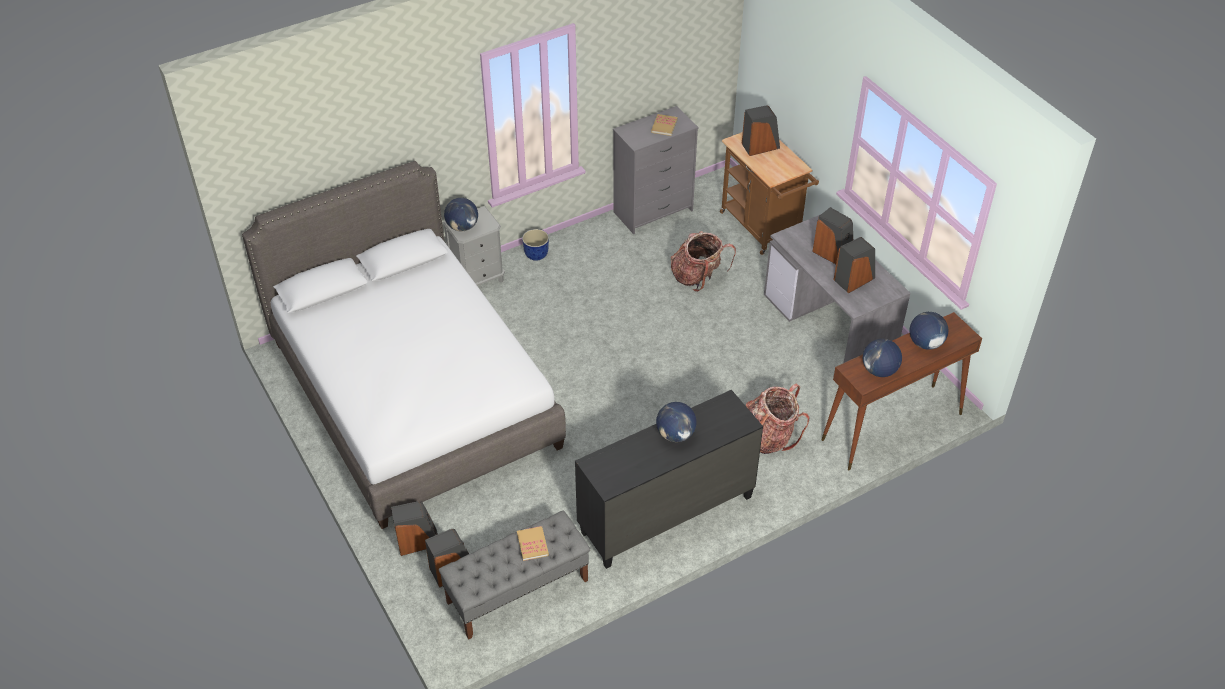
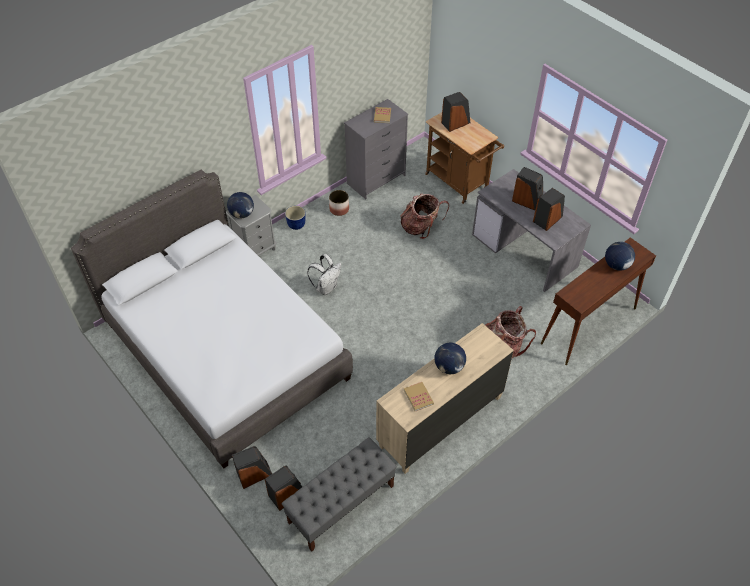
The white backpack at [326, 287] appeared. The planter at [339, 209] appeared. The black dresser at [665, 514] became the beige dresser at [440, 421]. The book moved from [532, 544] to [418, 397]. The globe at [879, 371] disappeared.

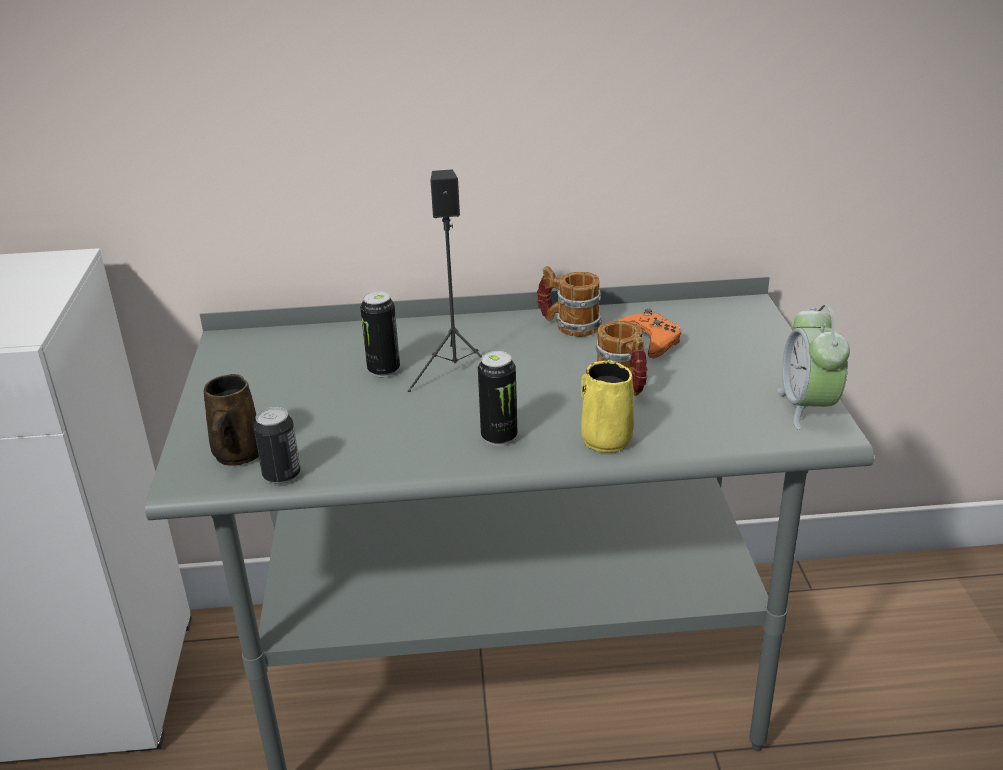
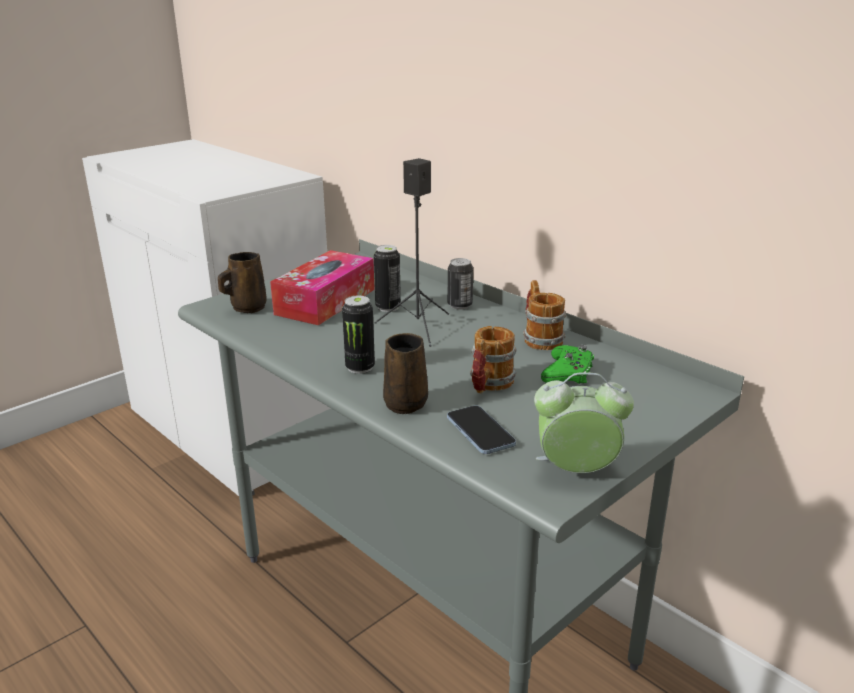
The tissue box at [325, 301] appeared. The yellow mug at [604, 439] became the brown mug at [407, 403]. The phone at [480, 432] appeared. The can moved from [282, 475] to [459, 305]. The alarm clock at [807, 408] turned 45 degrees clockwise. The orange game controller at [649, 341] became the green game controller at [568, 373].

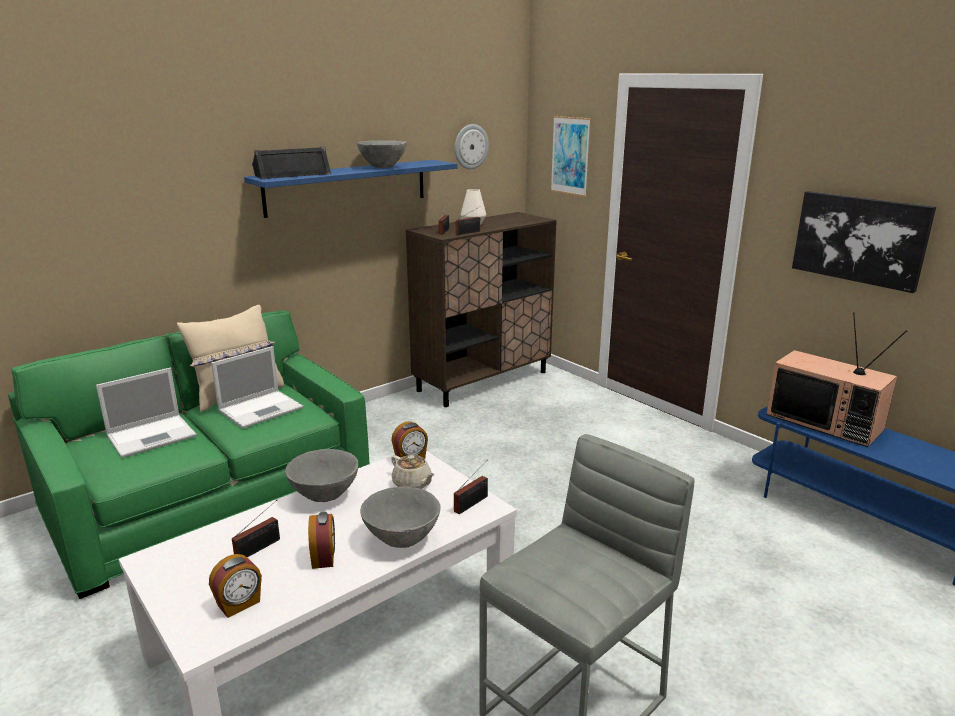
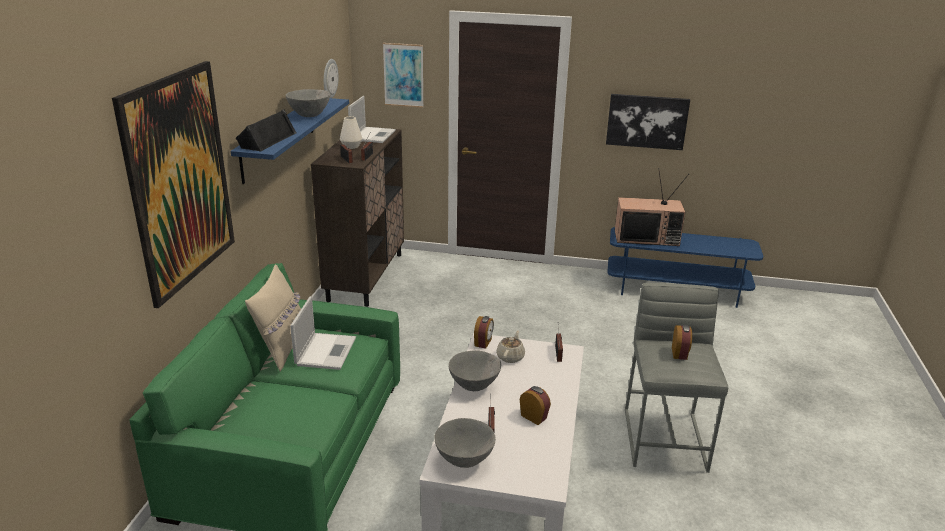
The picture at [180, 180] appeared. The laptop moved from [153, 435] to [373, 135]. The grey bowl moved from [402, 540] to [464, 460]. The beige teapot at [412, 484] turned 75 degrees counterclockwise. The alarm clock moved from [239, 604] to [679, 353].

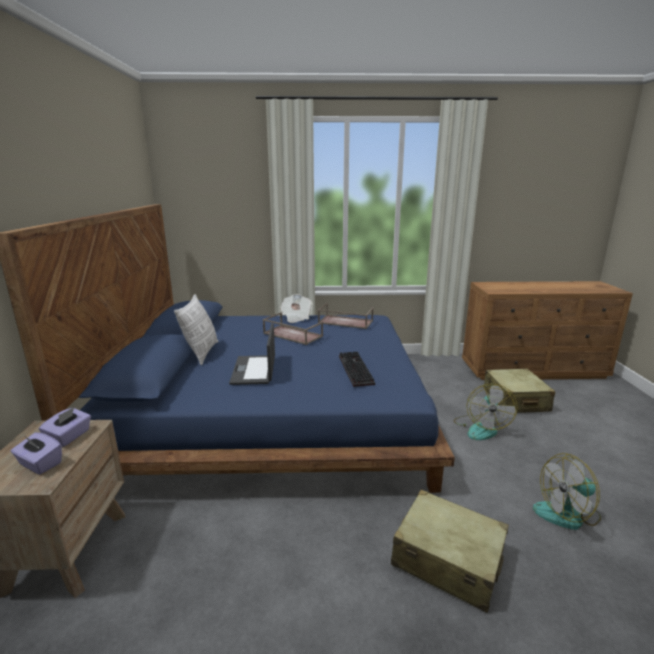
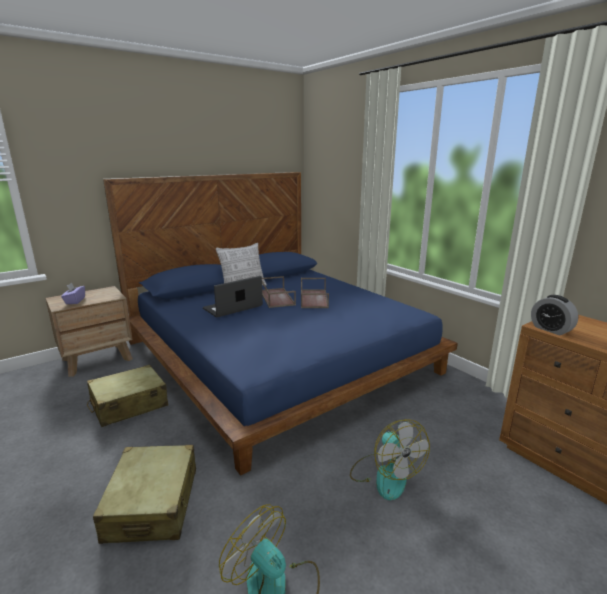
The beige suitcase moved from [515, 400] to [129, 405]. The brown tray moved from [344, 322] to [276, 297]. The fan at [481, 428] turned 90 degrees counterclockwise. The alarm clock at [550, 329] appeared. The purple tissue box at [69, 437] disappeared. The newspaper at [296, 317] disappeared. The keyboard at [354, 369] disappeared.

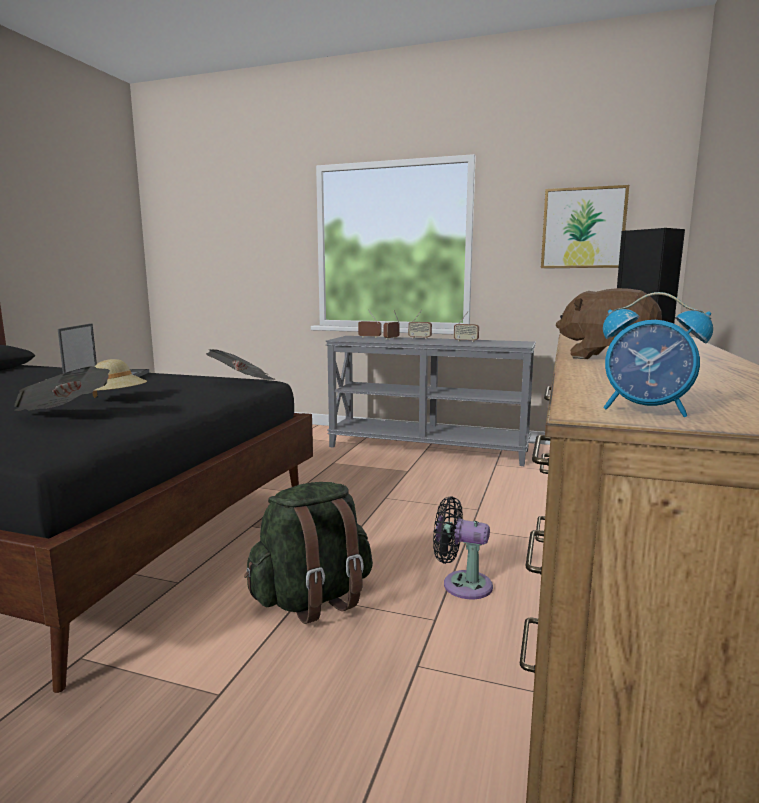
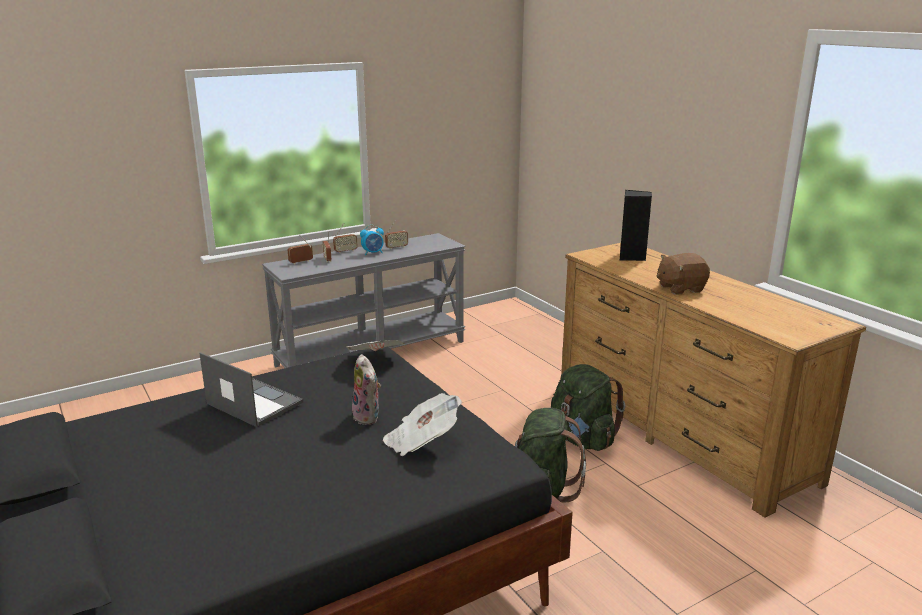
The beige hat at [117, 399] was replaced by the plush toy at [368, 417]. The alarm clock moved from [646, 410] to [373, 253]. The black fan at [462, 584] was replaced by the green backpack at [582, 439]. The picture at [583, 228] disappeared.

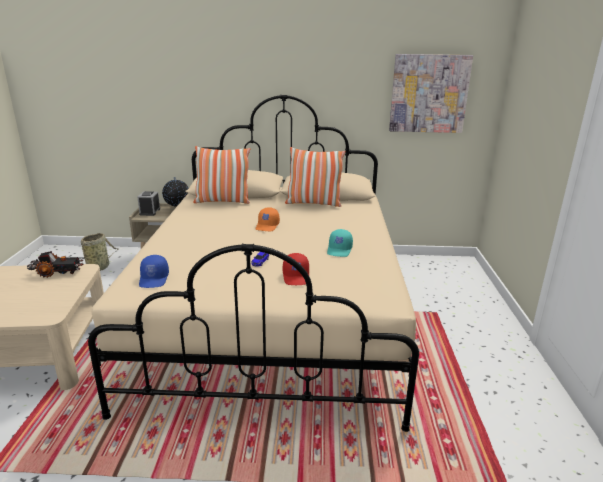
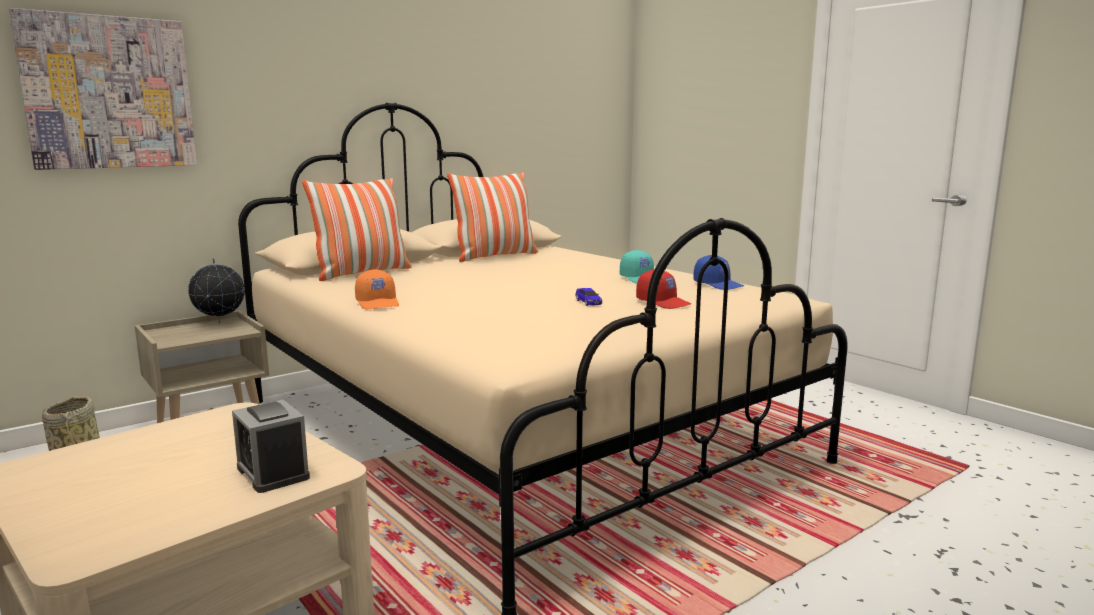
The picture moved from [429, 94] to [109, 93]. The alarm clock moved from [150, 212] to [273, 473]. The orange cap moved from [267, 226] to [378, 303]. The blue cap moved from [154, 279] to [718, 285]. The toy truck at [58, 272] disappeared.

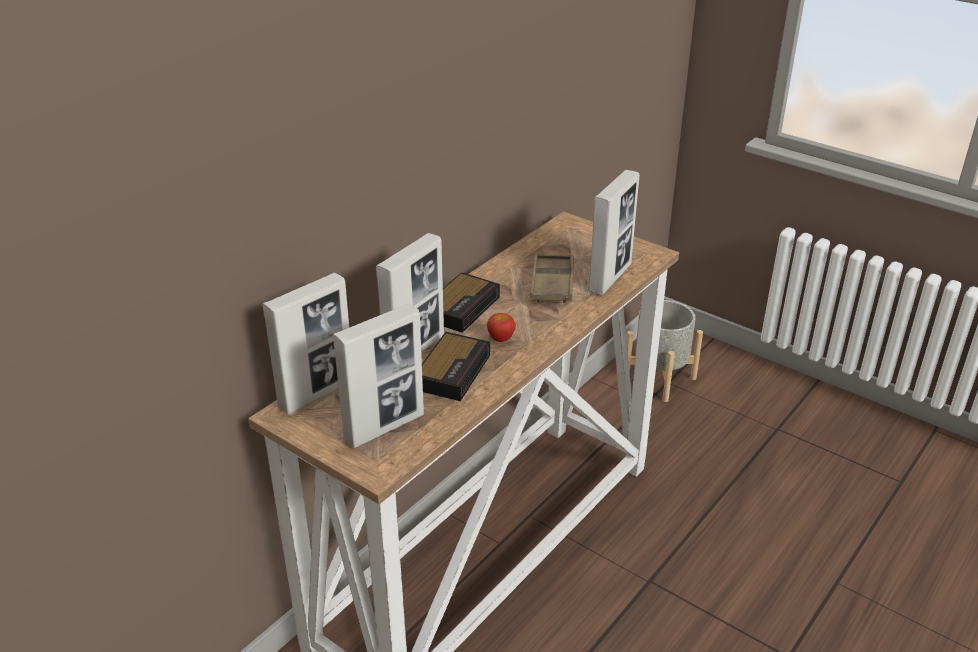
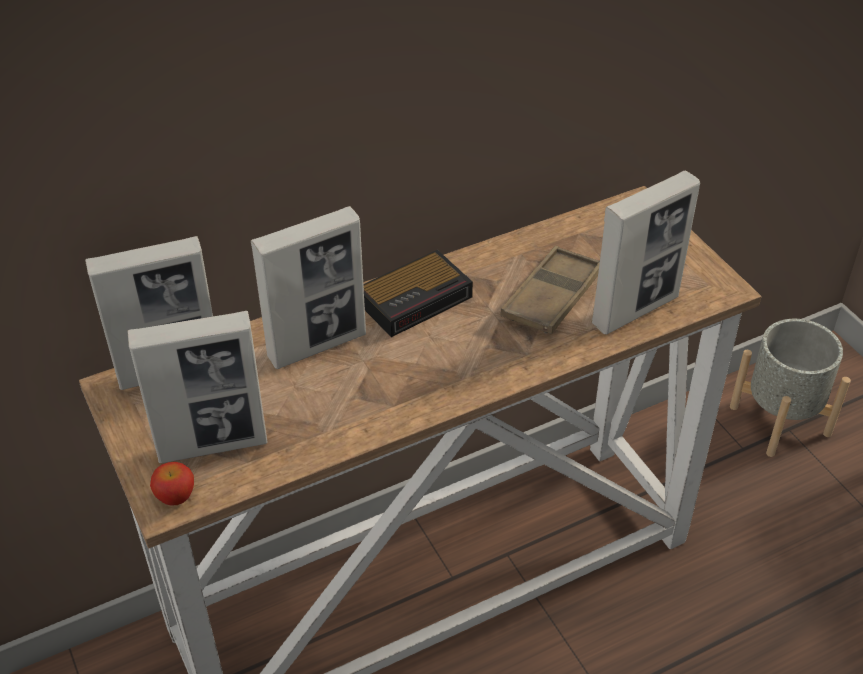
The apple moved from [501, 338] to [176, 497]. The alarm clock at [453, 371] disappeared.

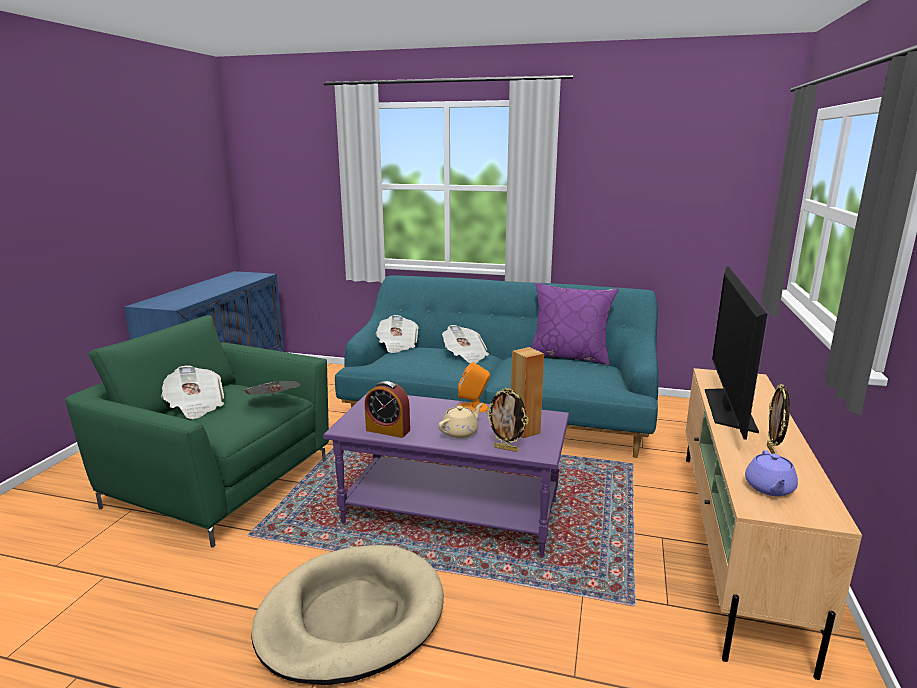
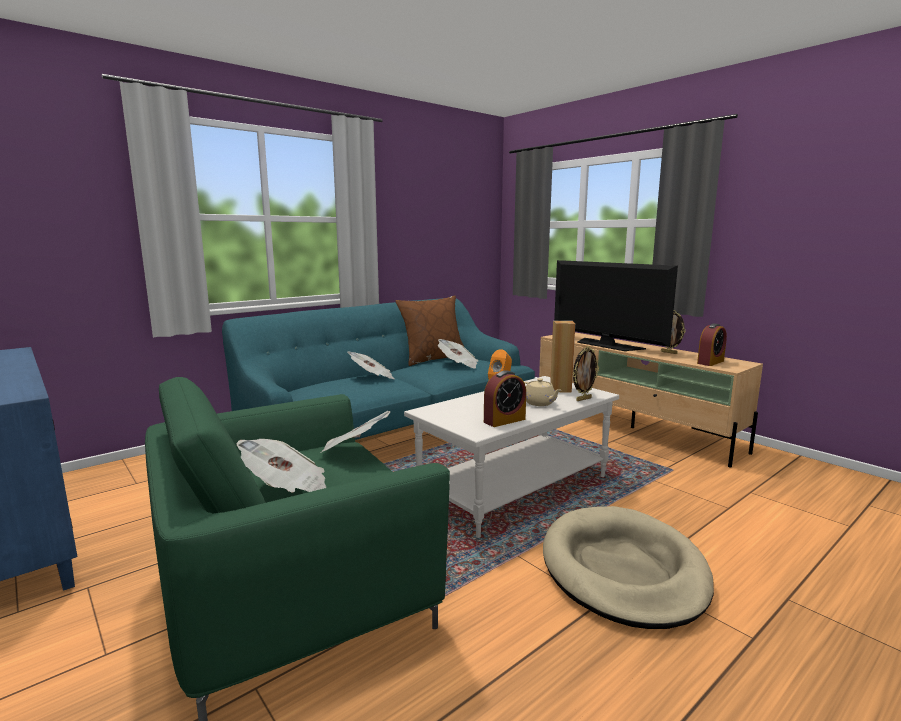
The purple pillow at [569, 356] became the brown pillow at [433, 359]. The purple coffee table at [452, 511] became the white coffee table at [514, 488]. The newspaper moved from [397, 345] to [458, 365]. The beige teapot at [460, 432] turned 150 degrees clockwise. The purple teapot at [769, 488] was replaced by the alarm clock at [710, 362].

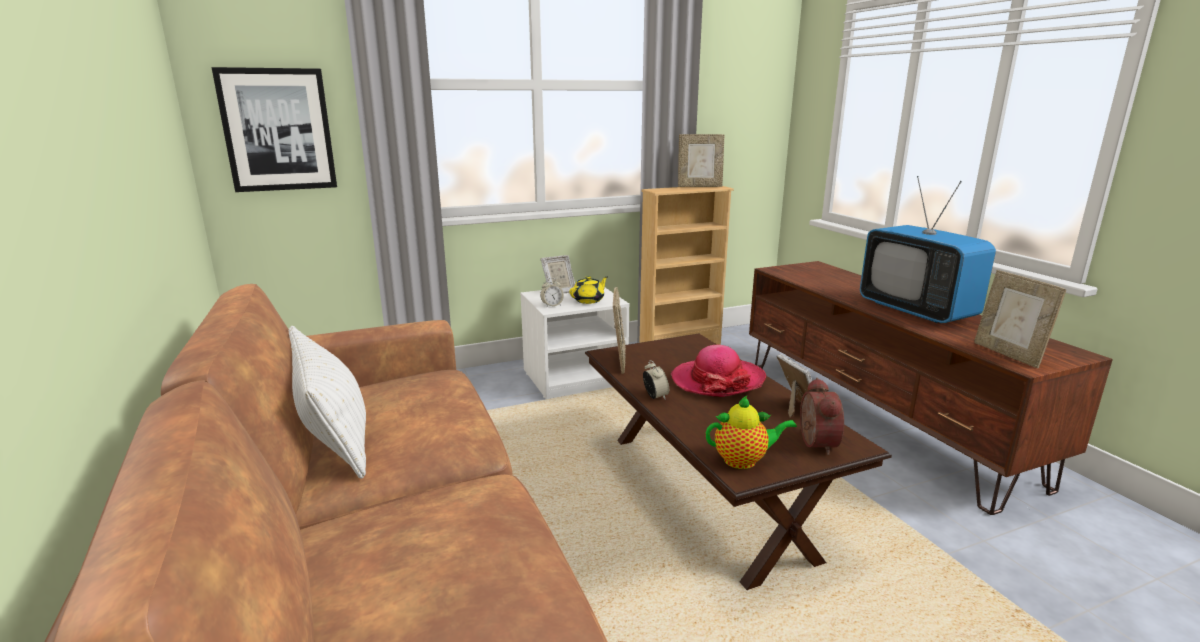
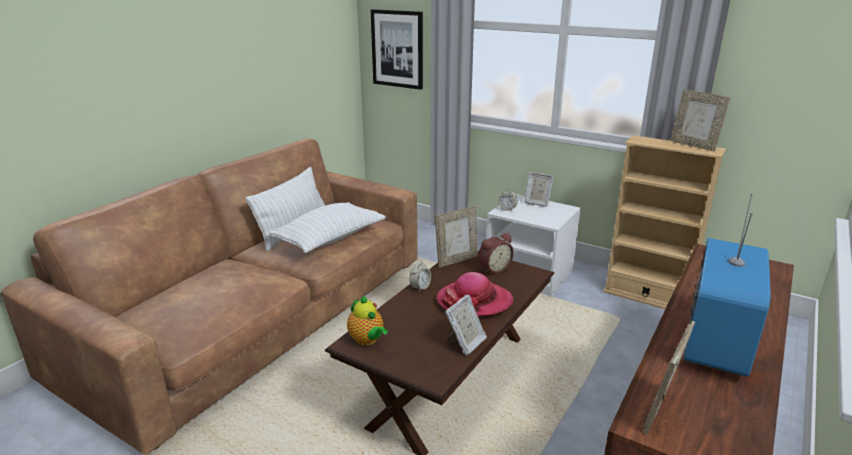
The white pillow at [330, 239] appeared. The alarm clock moved from [814, 443] to [493, 268]. The yellow teapot at [589, 300] disappeared.

